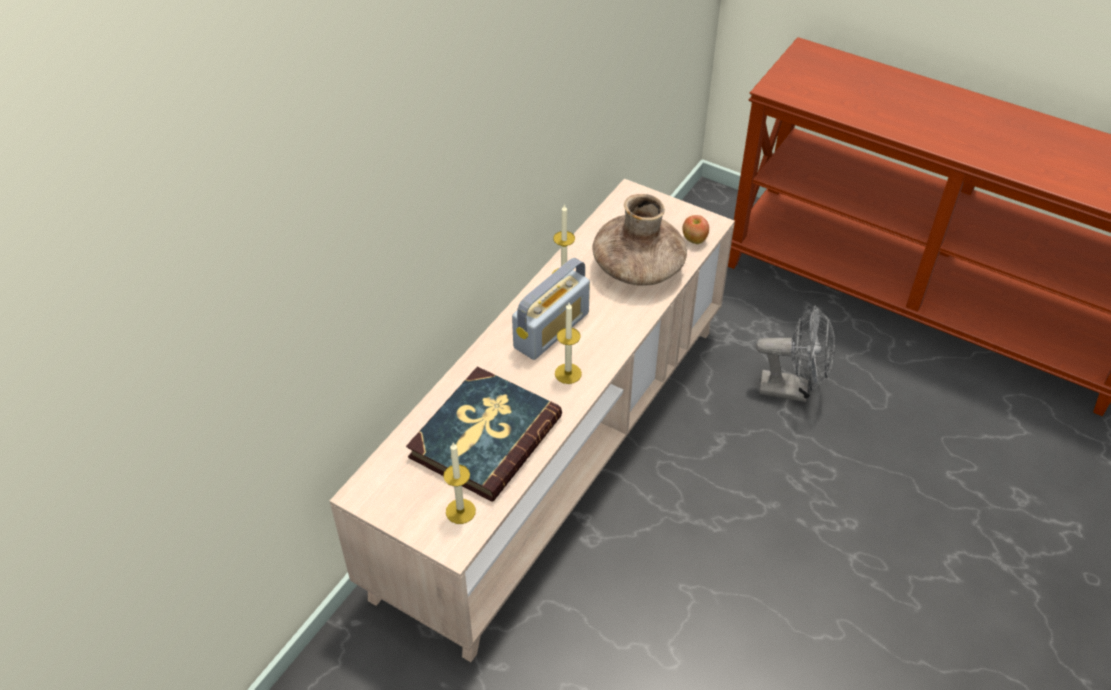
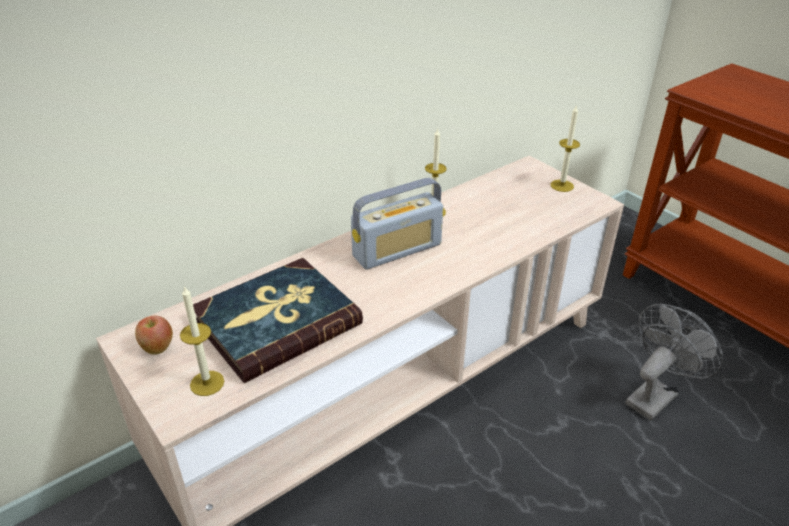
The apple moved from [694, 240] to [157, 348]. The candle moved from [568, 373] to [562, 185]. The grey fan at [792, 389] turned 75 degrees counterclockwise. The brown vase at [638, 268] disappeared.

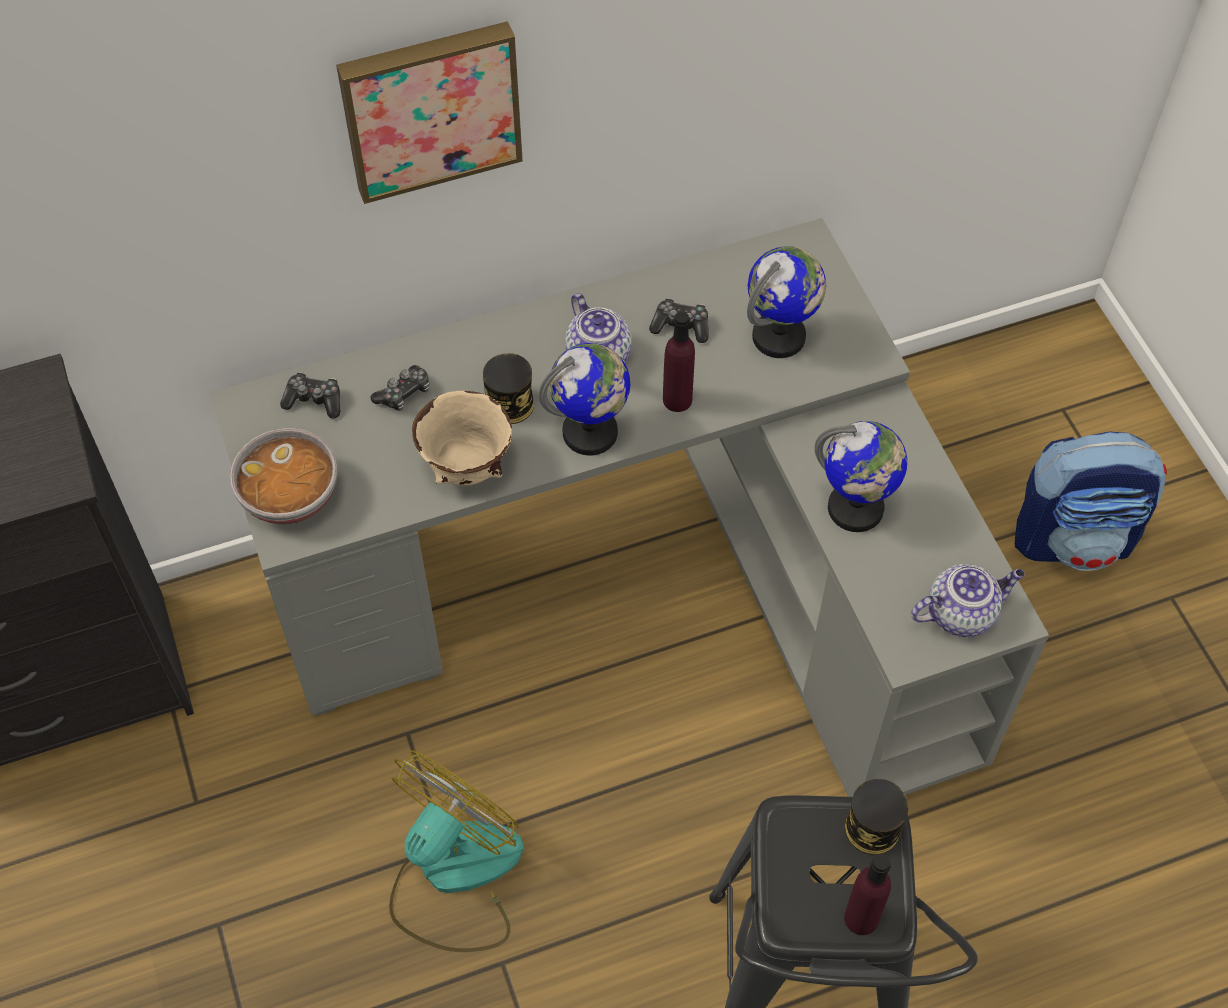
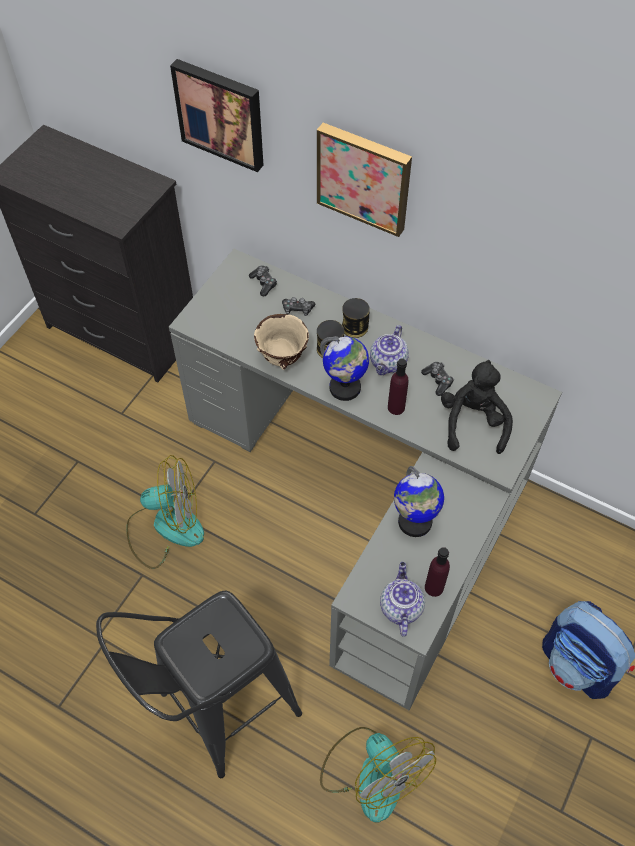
The picture at [221, 113] appeared. The fan at [372, 772] appeared. The can moved from [872, 828] to [355, 327]. The teapot at [961, 612] turned 120 degrees counterclockwise. The purple bottle moved from [861, 918] to [434, 587]. The globe at [779, 337] was replaced by the black plush toy at [473, 422]. The bowl at [291, 497] disappeared.

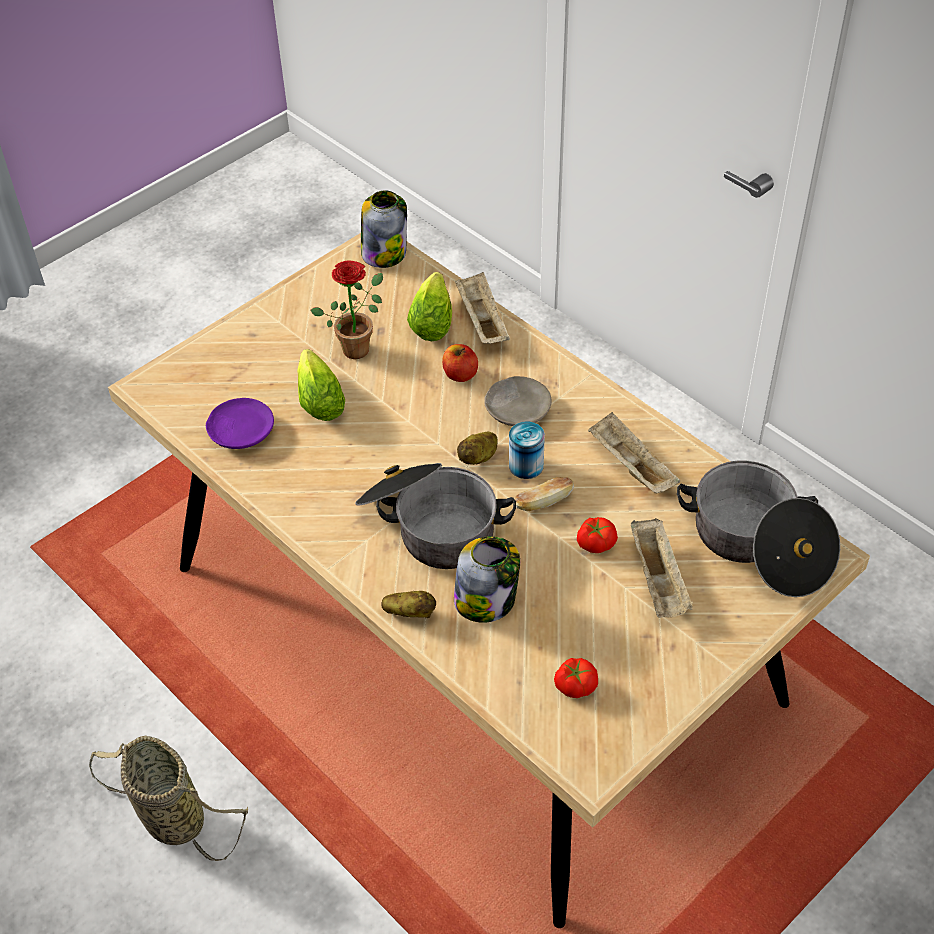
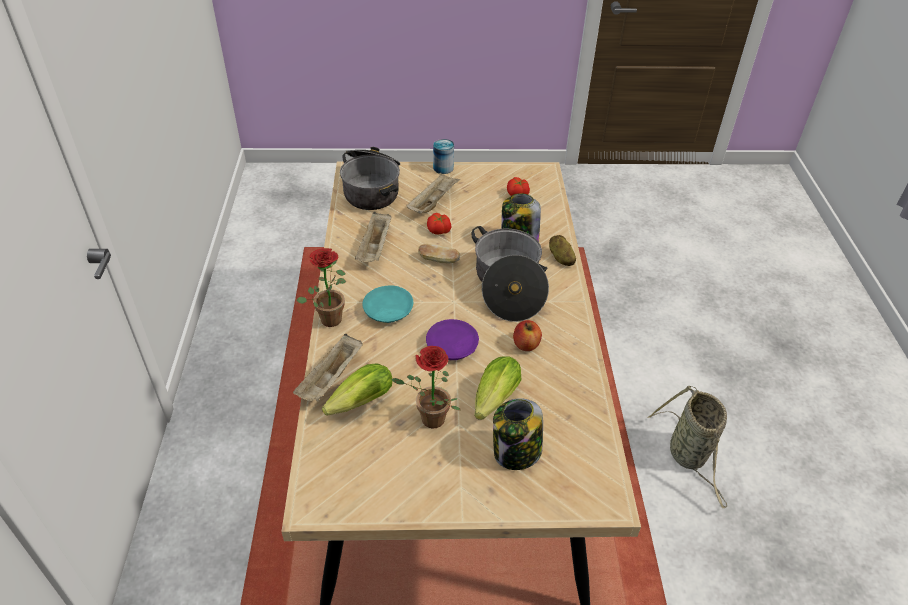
The potted plant at [330, 316] appeared. The beige plate at [518, 409] became the turquoise plate at [388, 310]. The purple plate moved from [241, 431] to [452, 346]. The can moved from [526, 465] to [443, 168]. The jar moved from [384, 253] to [516, 452]. The apple moved from [460, 374] to [526, 345]. The potato at [479, 457] disappeared.

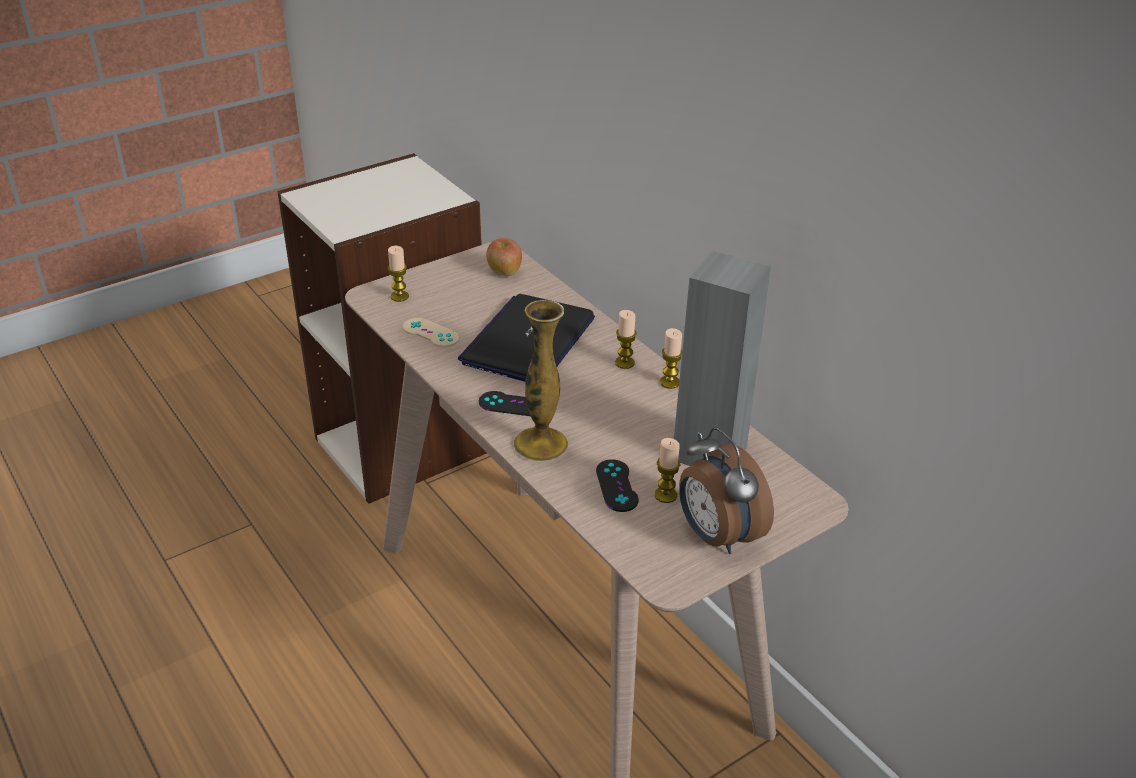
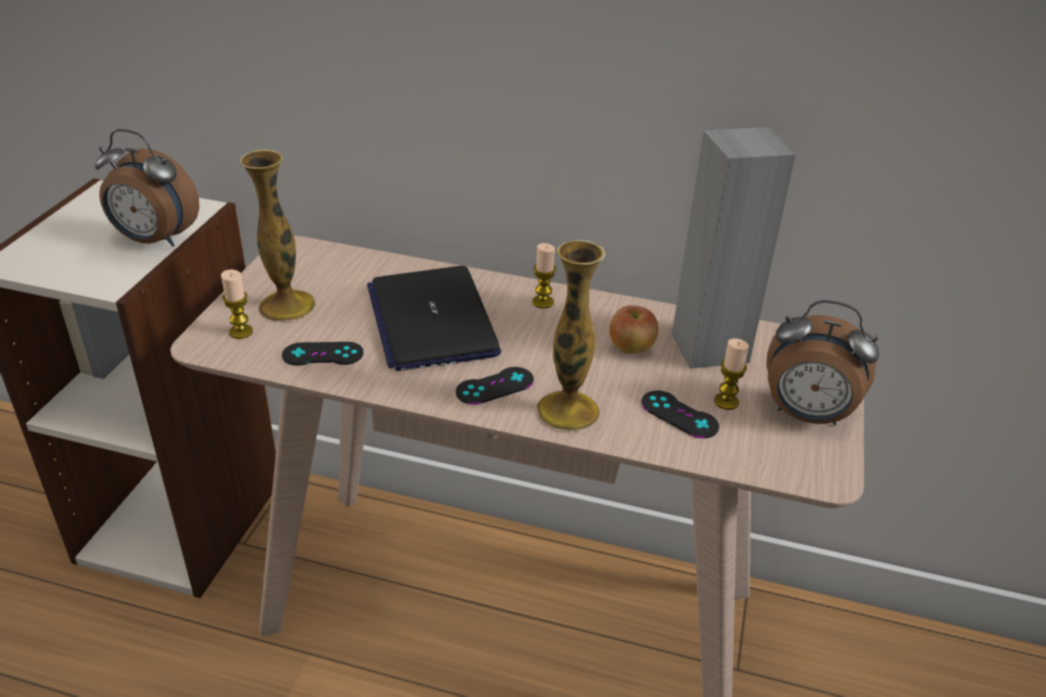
The alarm clock at [154, 240] appeared. The vase at [287, 306] appeared. The beige game controller at [430, 333] became the black game controller at [323, 354]. The apple moved from [504, 273] to [631, 349]. The candle at [669, 382] disappeared.

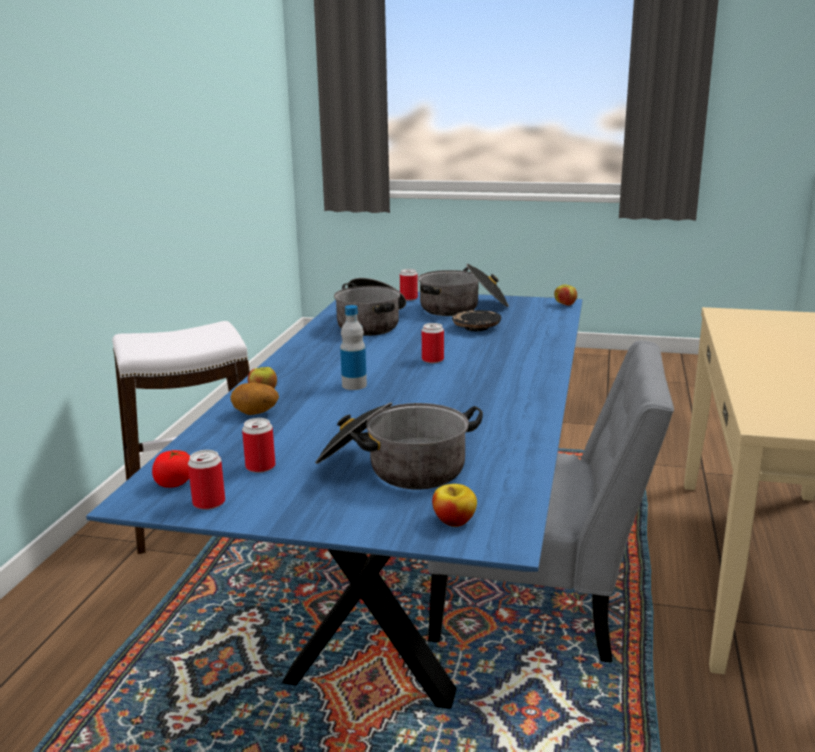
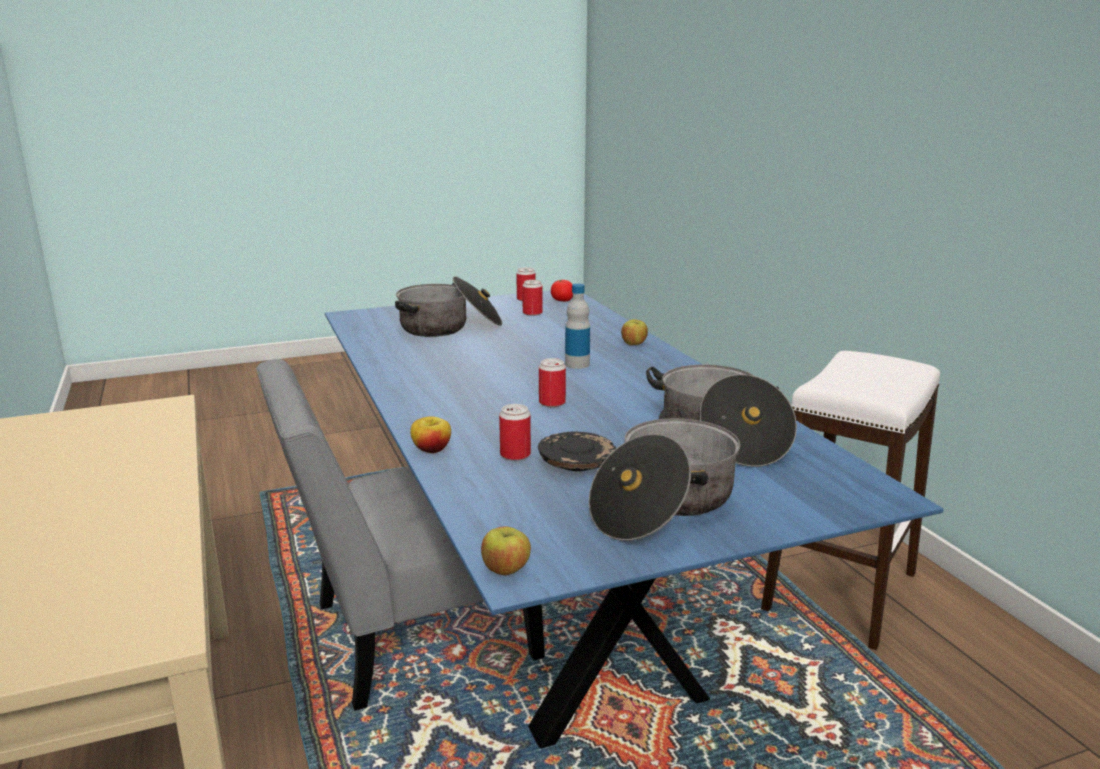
The apple moved from [454, 521] to [431, 449]. The can moved from [408, 298] to [515, 455]. The potato at [255, 413] disappeared.

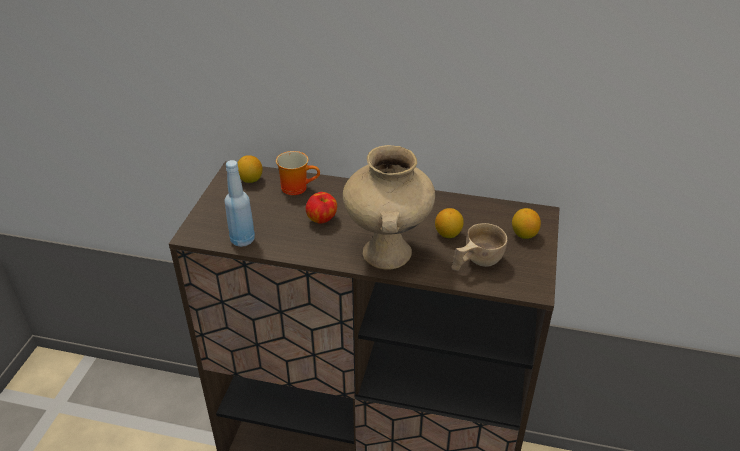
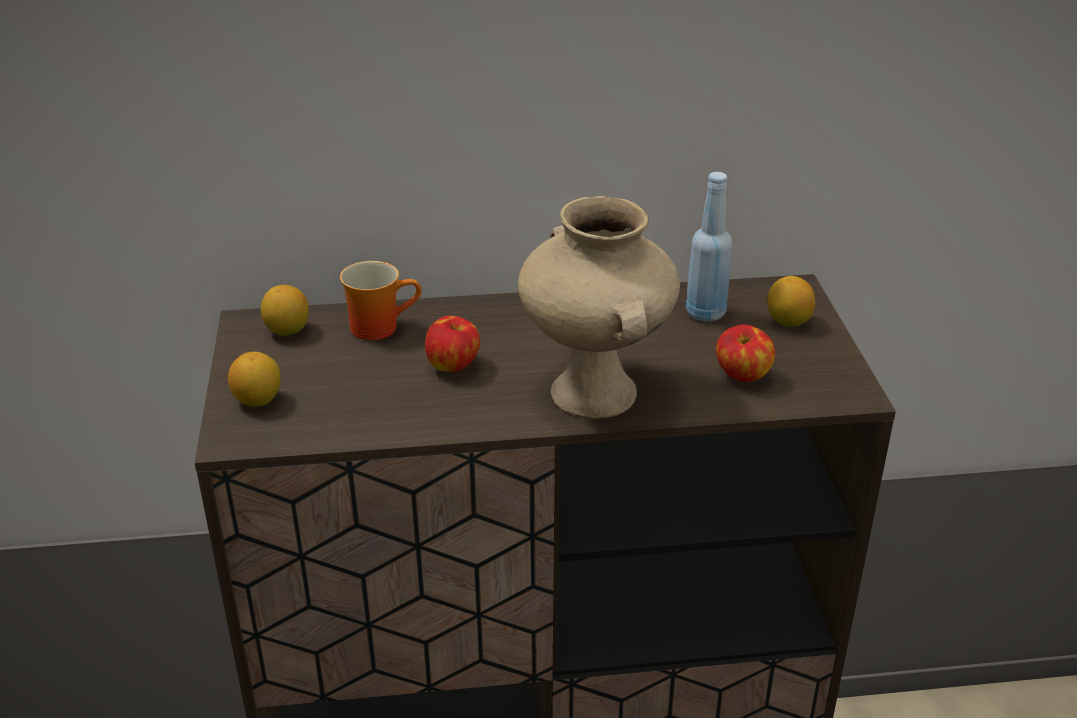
The lemon moved from [448, 234] to [258, 400]. The blue bottle moved from [242, 240] to [705, 313]. The beige cup at [476, 262] was replaced by the apple at [742, 376].

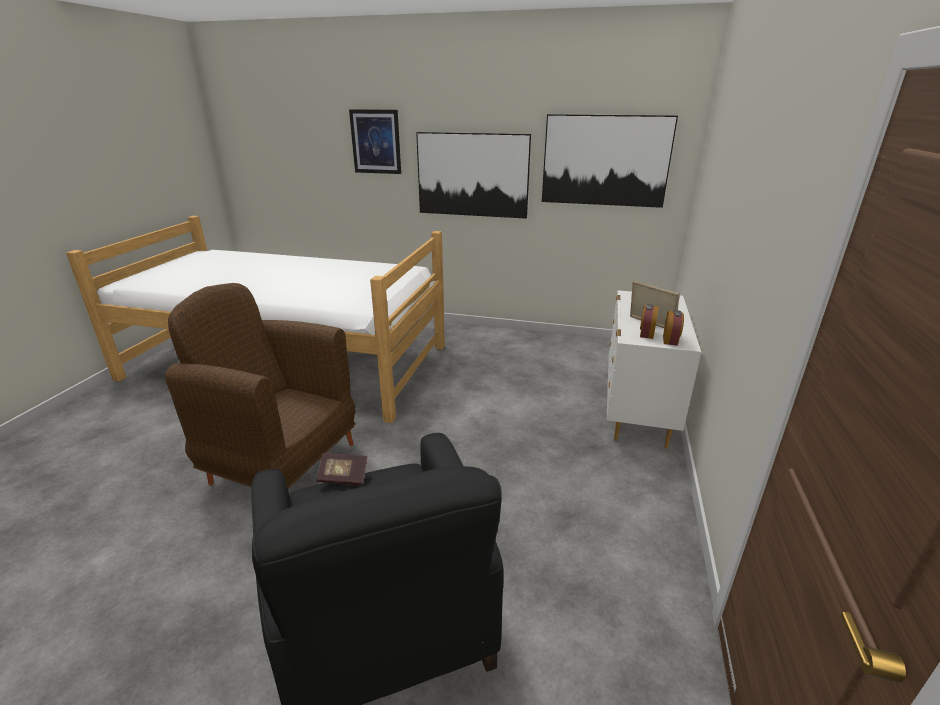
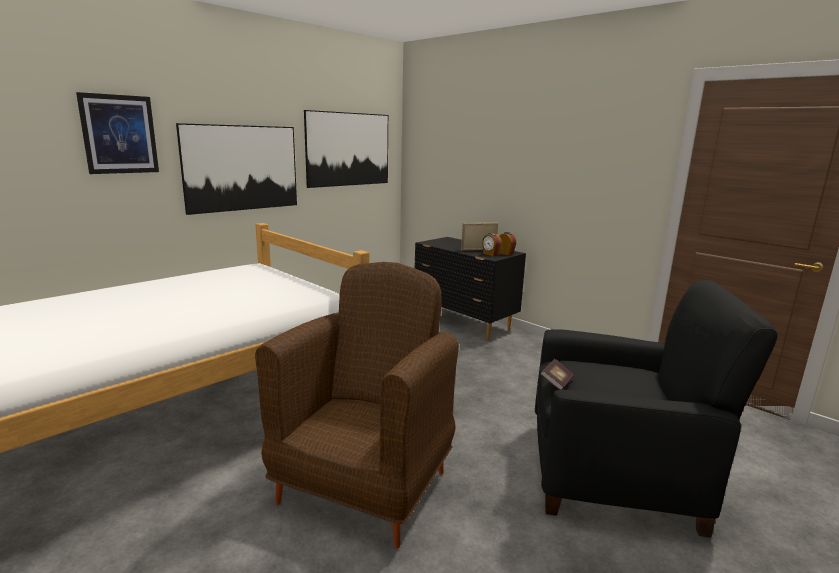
The brown armchair at [282, 463] turned 150 degrees clockwise. The white dresser at [636, 412] became the black dresser at [464, 323].

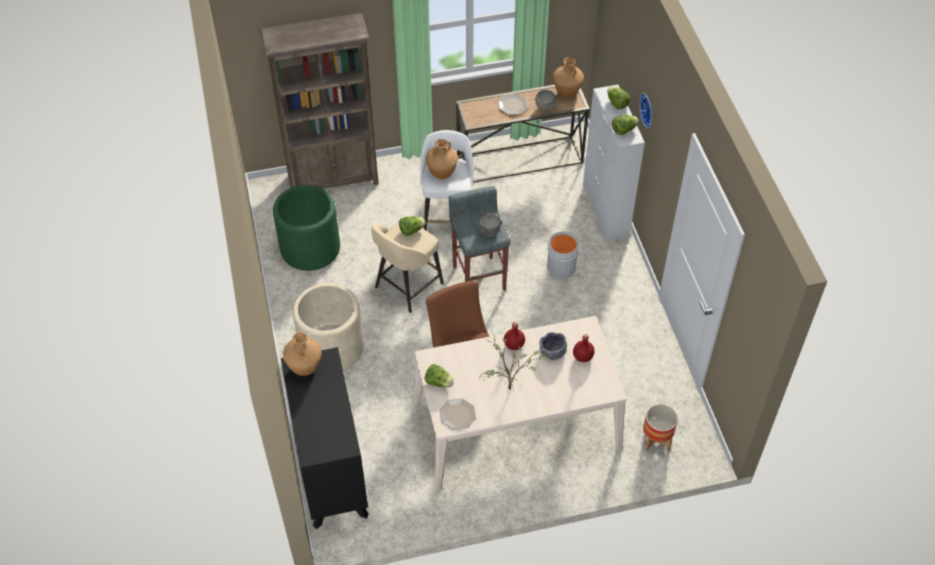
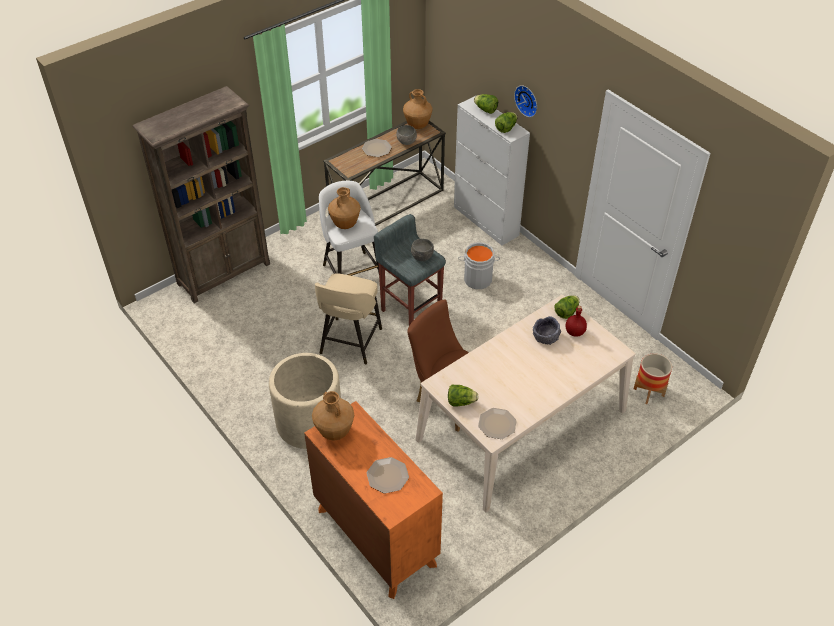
The black dresser at [331, 471] became the orange dresser at [376, 537]. The plate at [387, 476] appeared. The lettuce moved from [411, 230] to [566, 312]. The green planter at [310, 248] disappeared. The potted plant at [512, 389] disappeared. The red bottle at [514, 344] disappeared.

